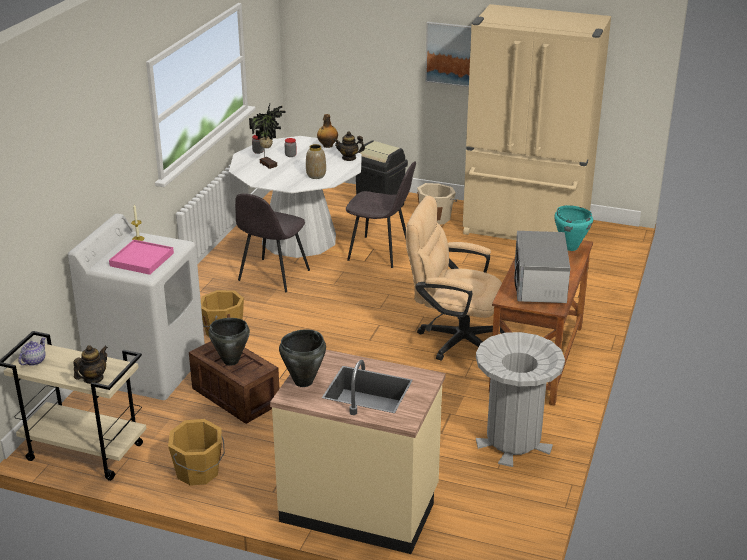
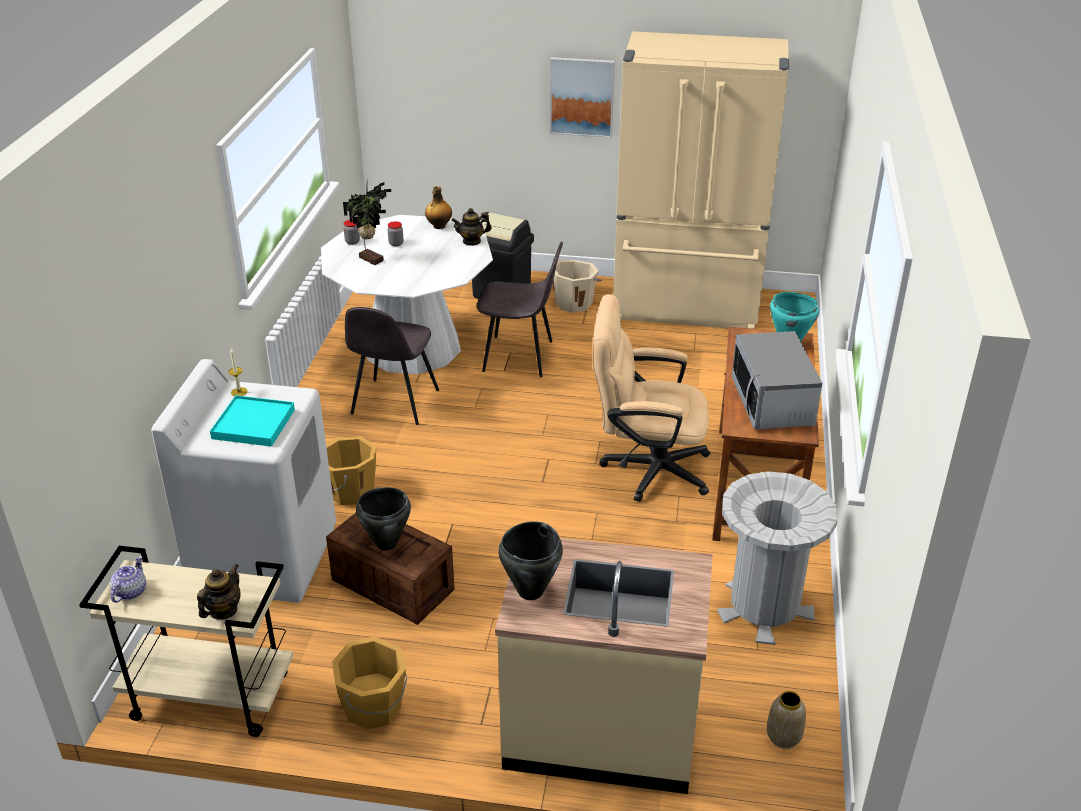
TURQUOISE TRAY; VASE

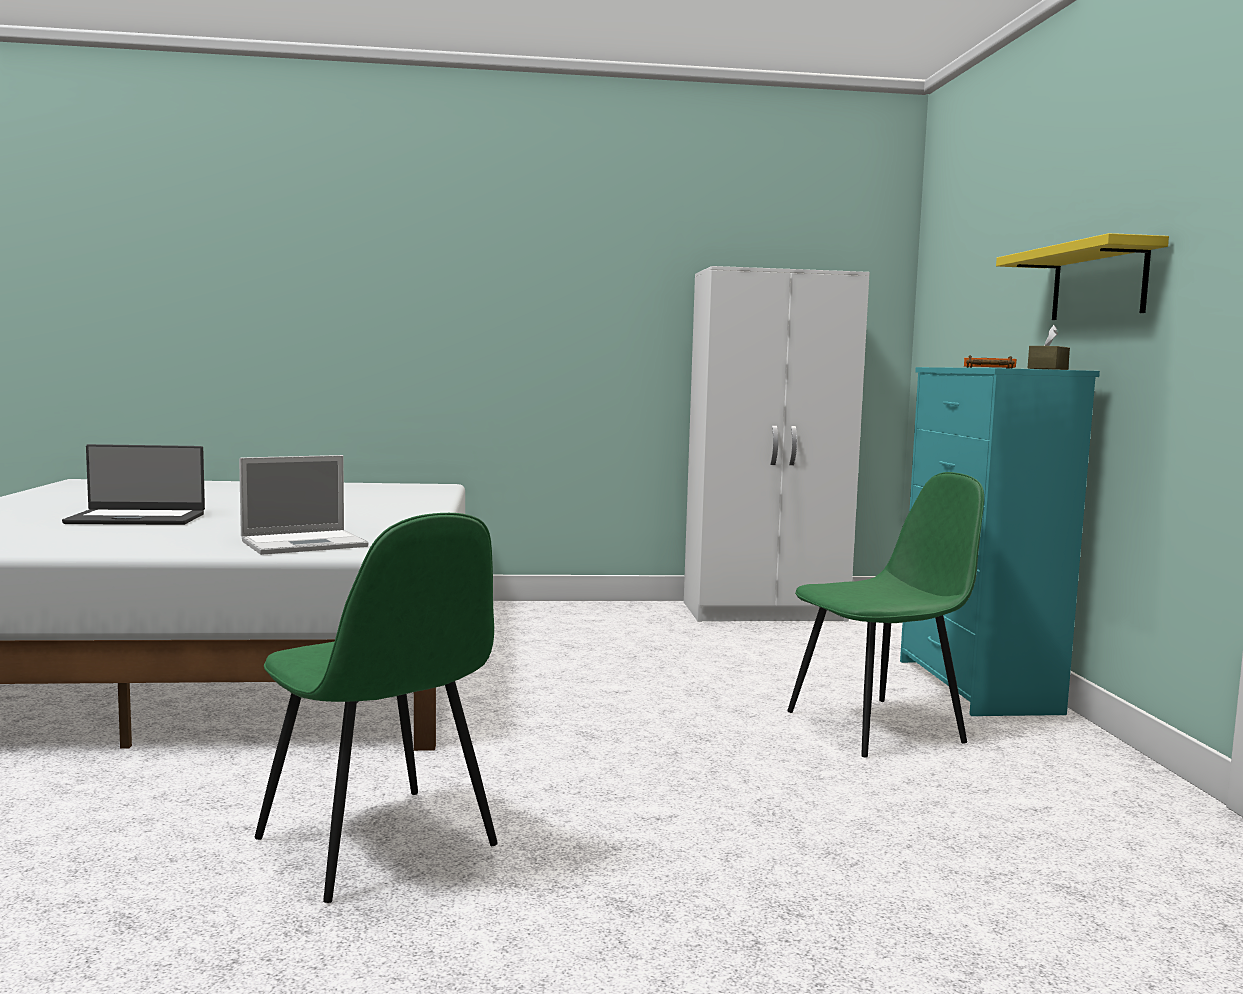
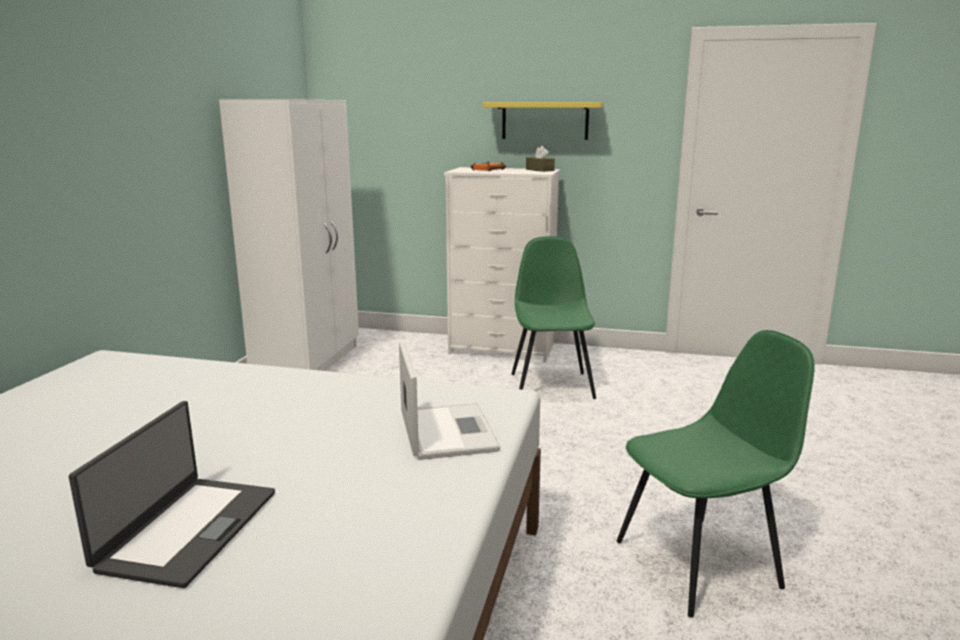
WHITE DRESSER

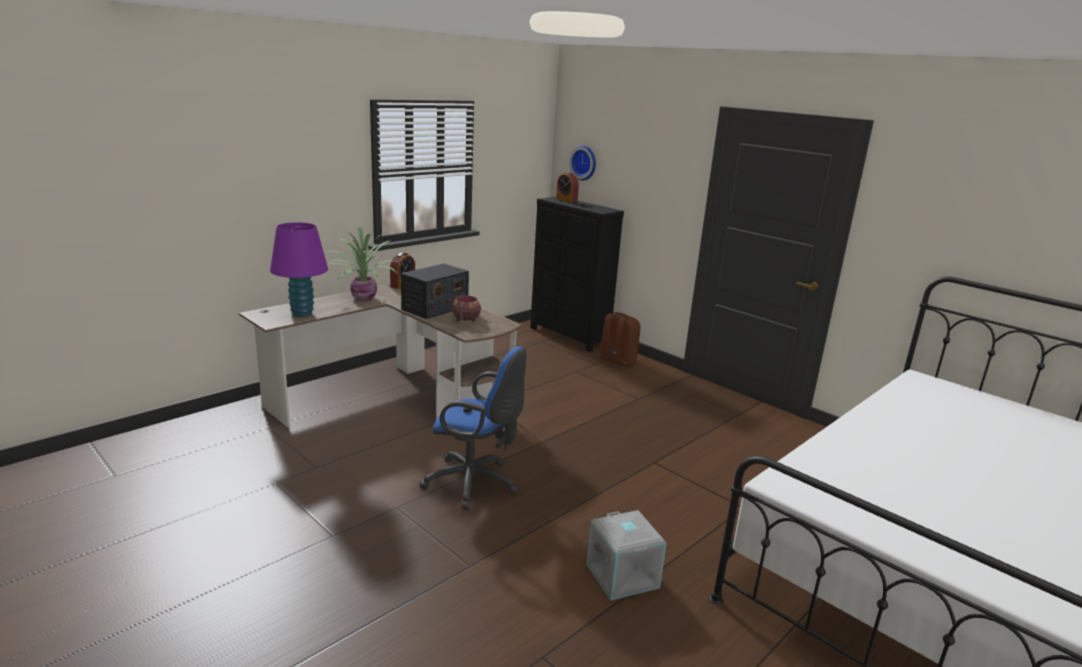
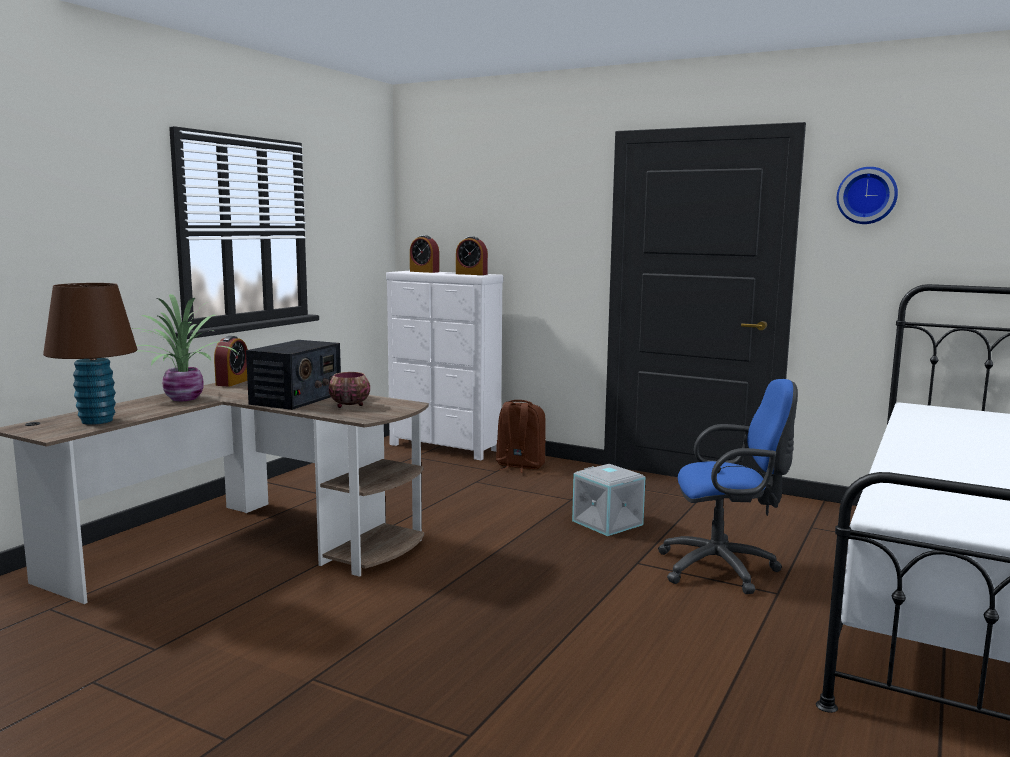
BROWN TABLE LAMP; WHITE DRESSER; ALARM CLOCK (no. 3 from left); GREY STORAGE BOX; BLUE OFFICE CHAIR; WALL CLOCK

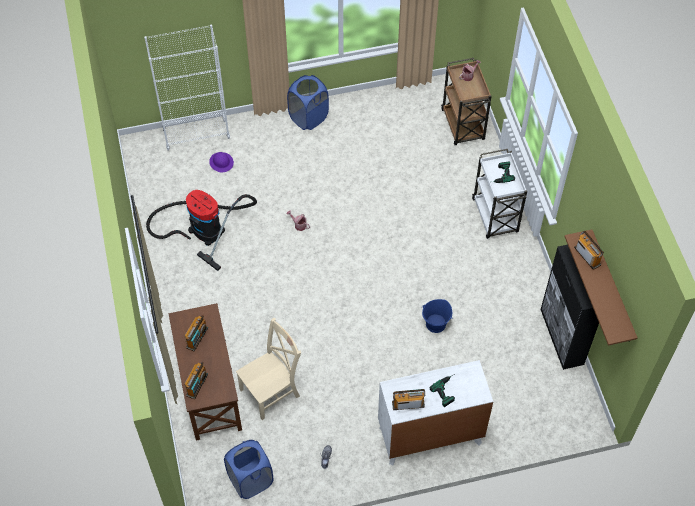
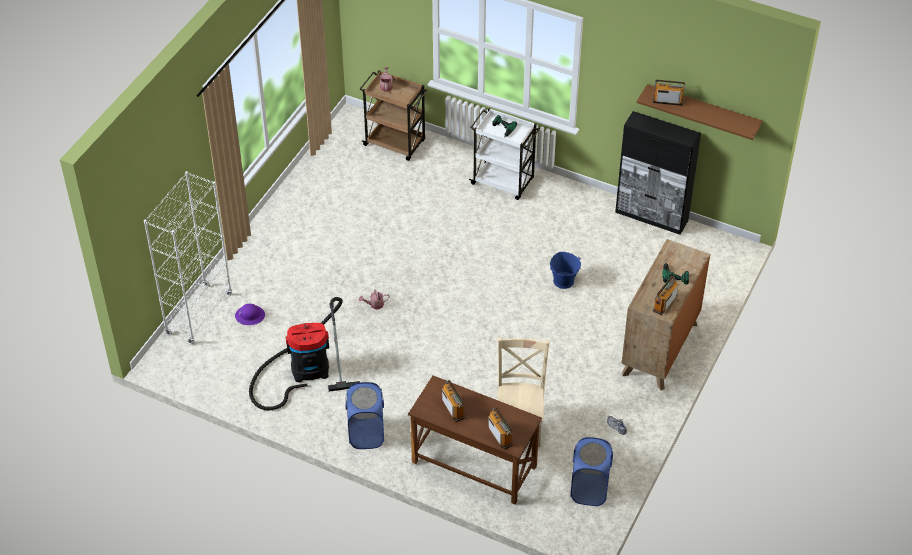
BLUE LAUNDRY BASKET (no. 1 from left); BROWN DRESSER

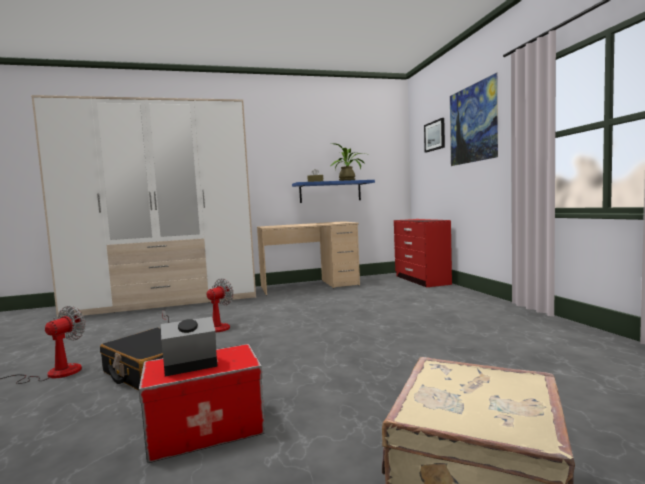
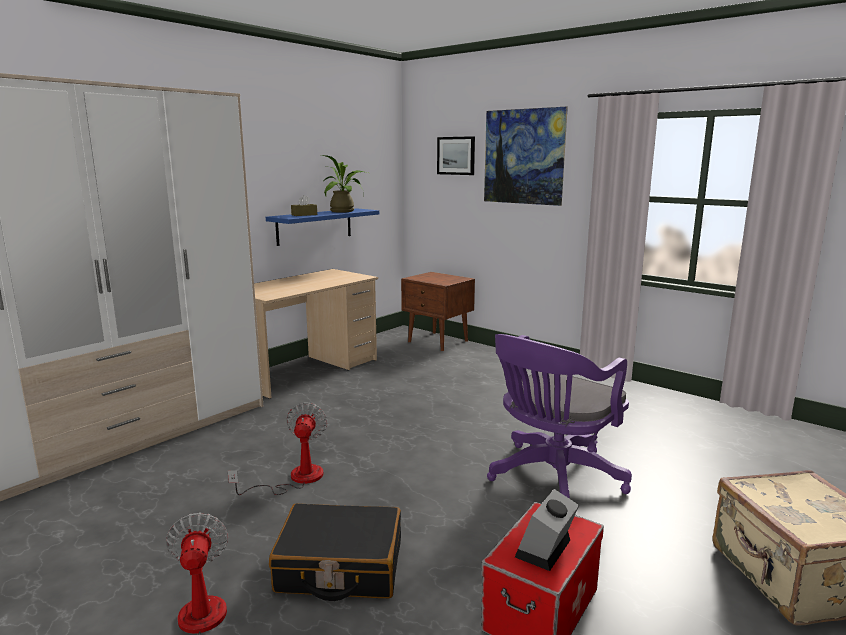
BROWN NIGHTSTAND; PURPLE OFFICE CHAIR

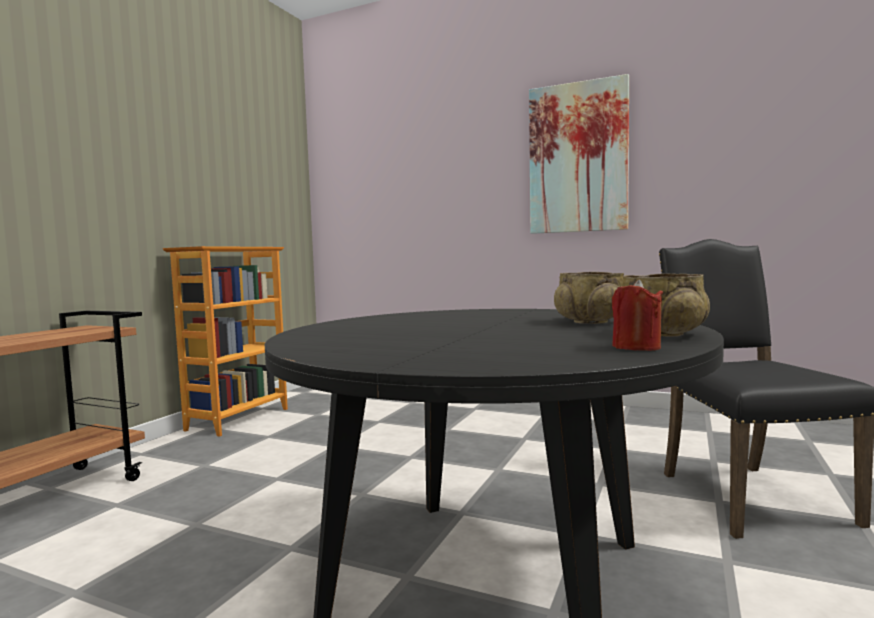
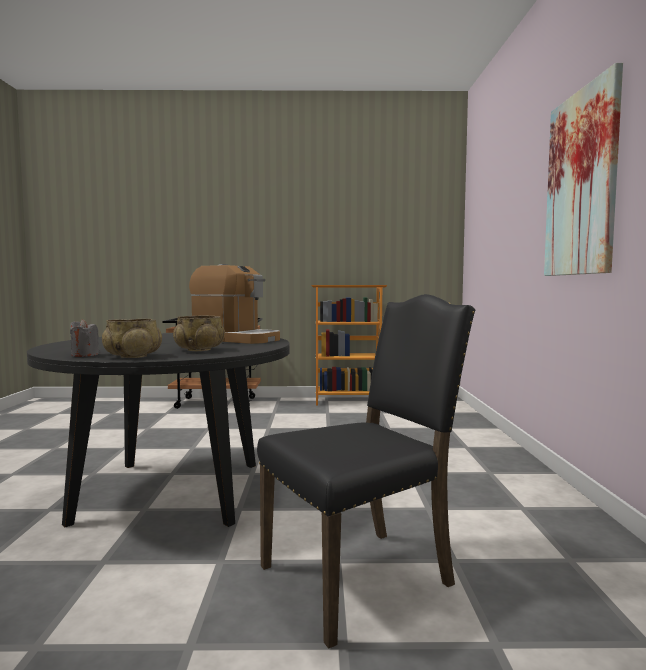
GREY CANDLE; COFFEE MACHINE

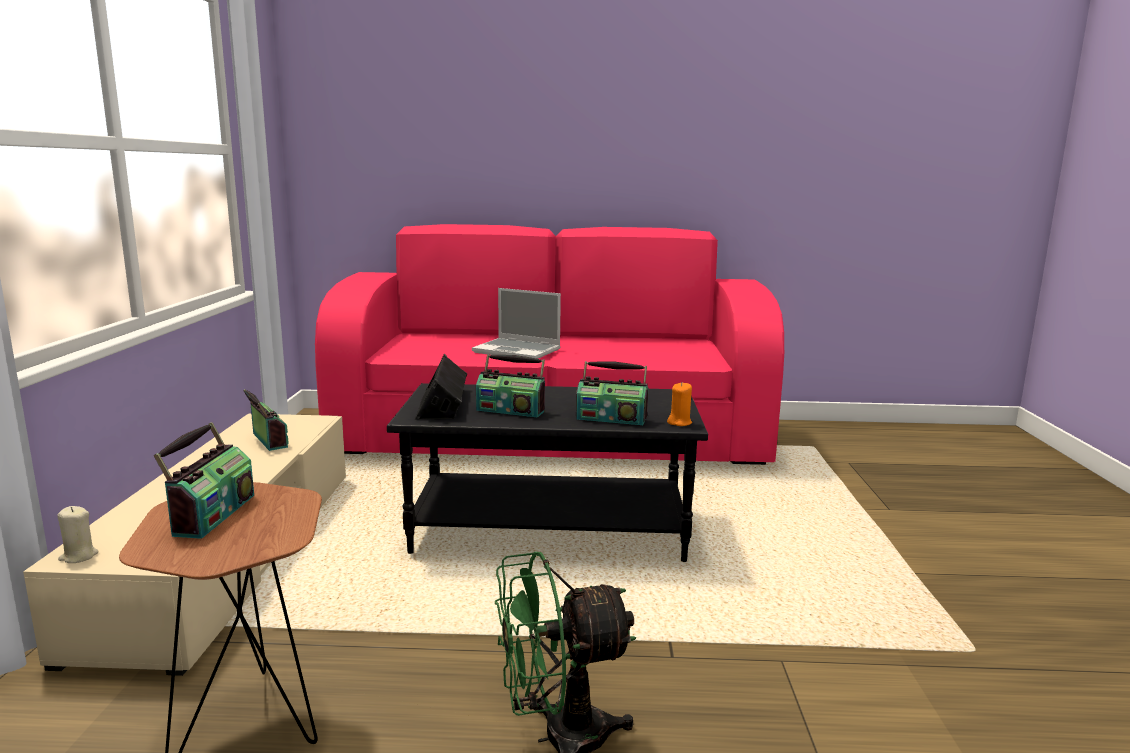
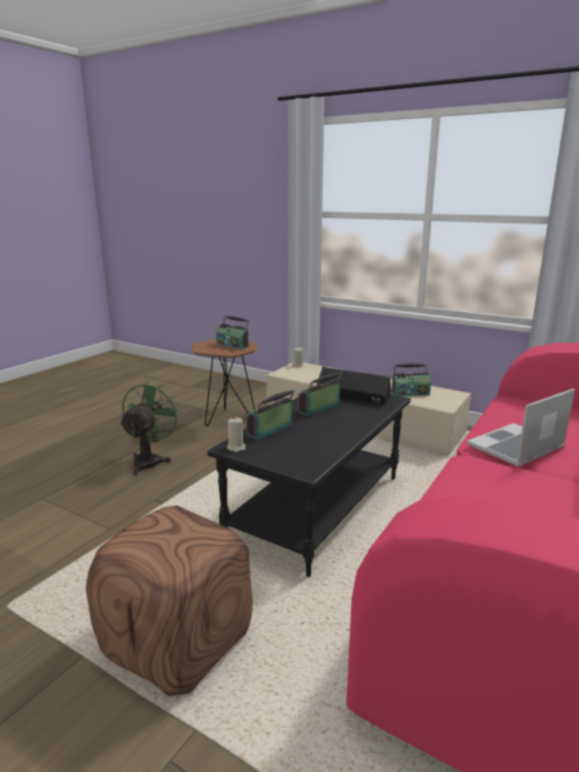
BROWN OTTOMAN; BEIGE CANDLE (no. 1 from left)

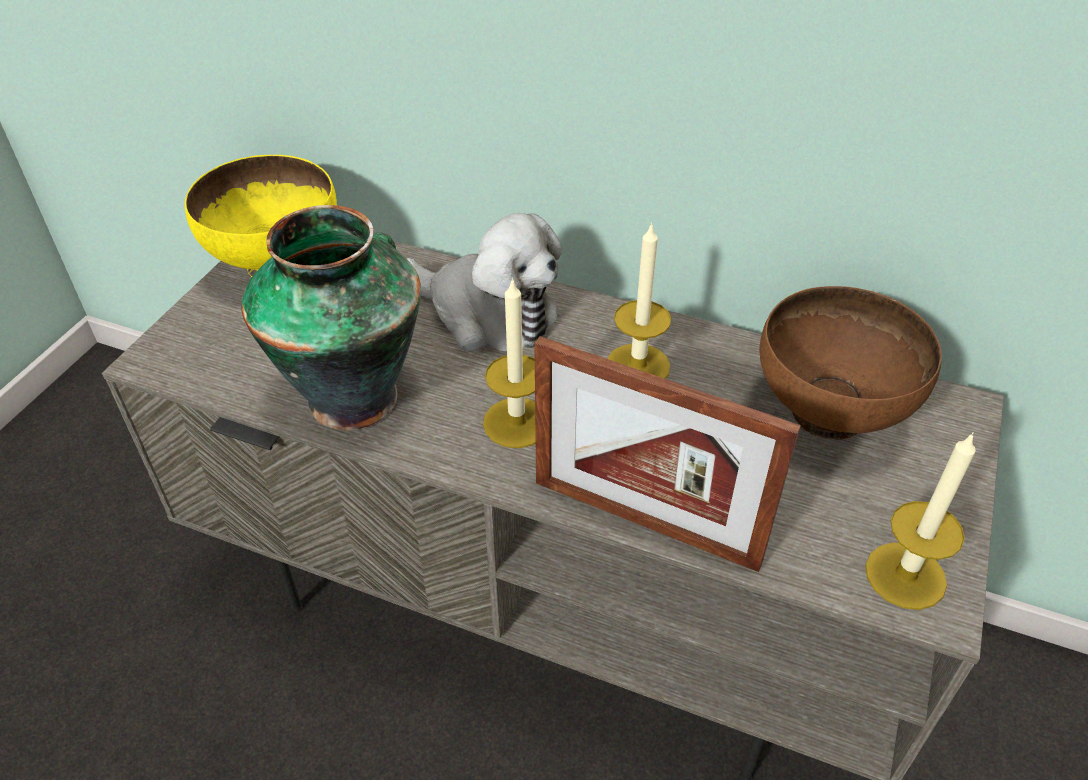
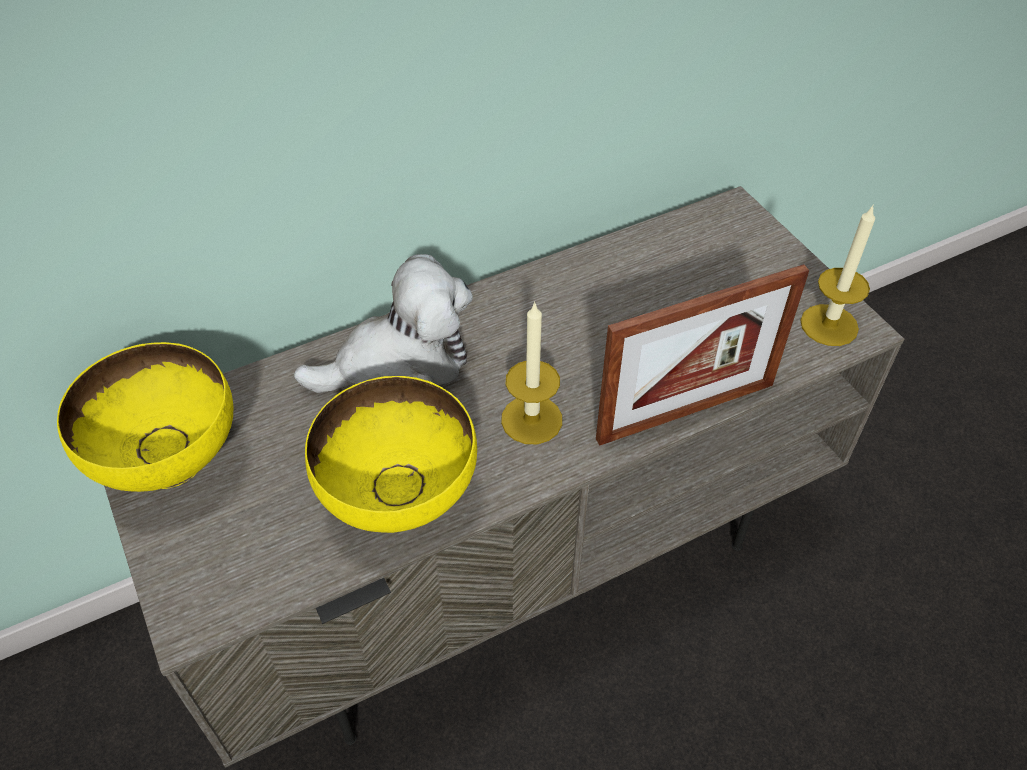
YELLOW BOWL (no. 2 from left); CANDLE (no. 2 from left in the first image); BROWN BOWL

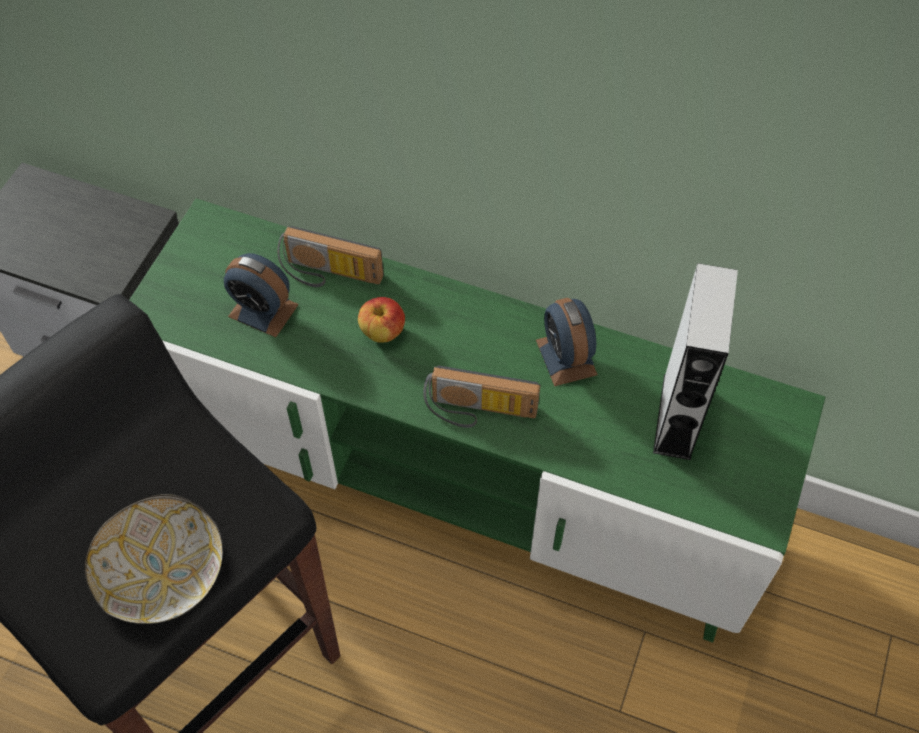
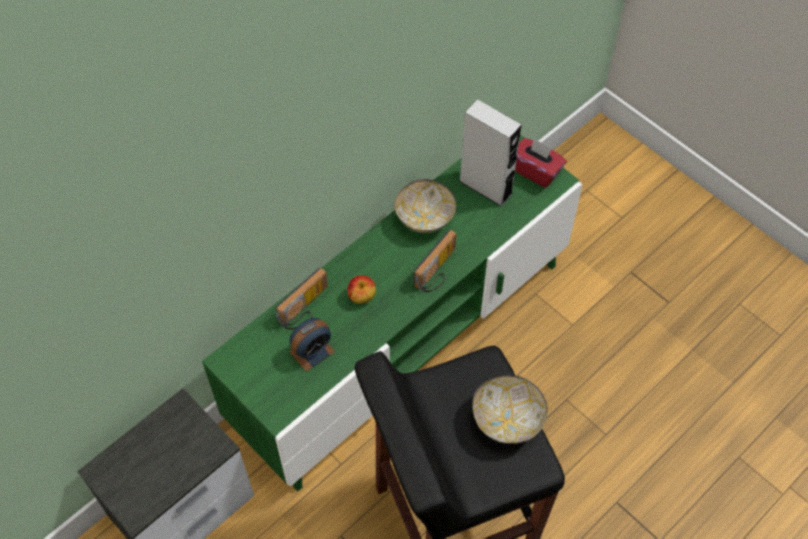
BOWL (no. 1 from left); RED TISSUE BOX

